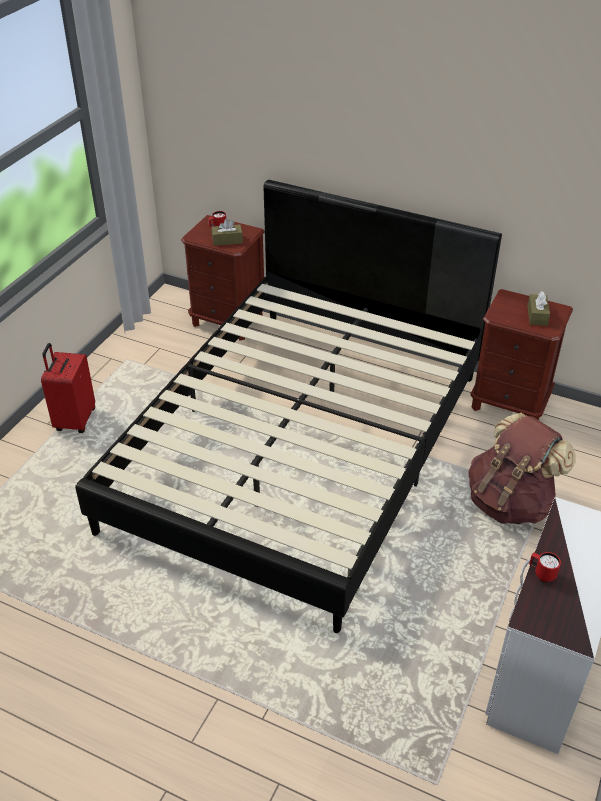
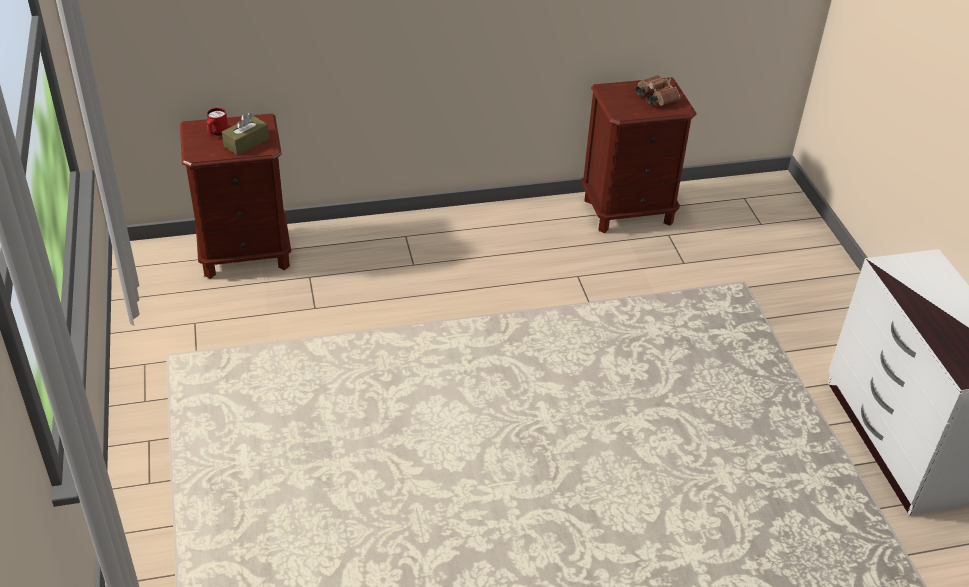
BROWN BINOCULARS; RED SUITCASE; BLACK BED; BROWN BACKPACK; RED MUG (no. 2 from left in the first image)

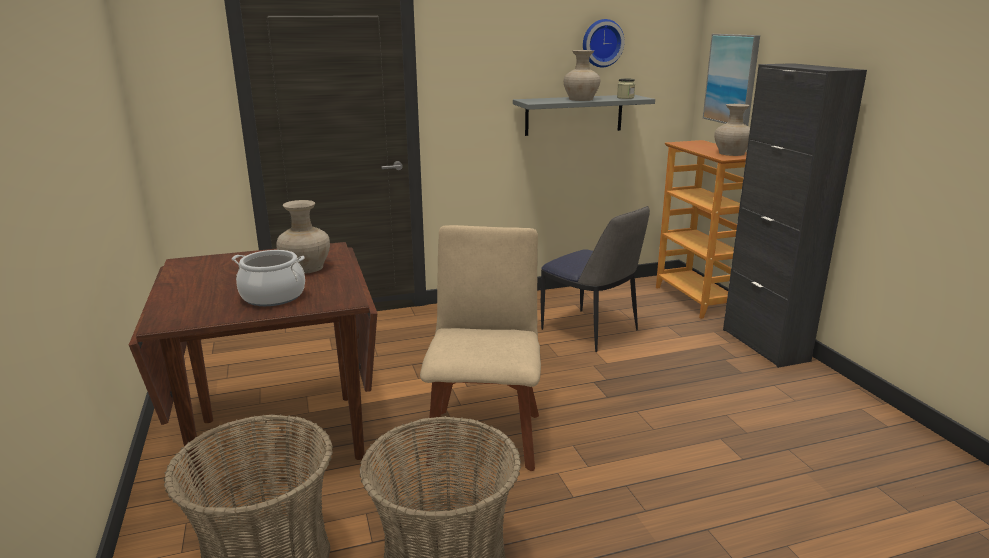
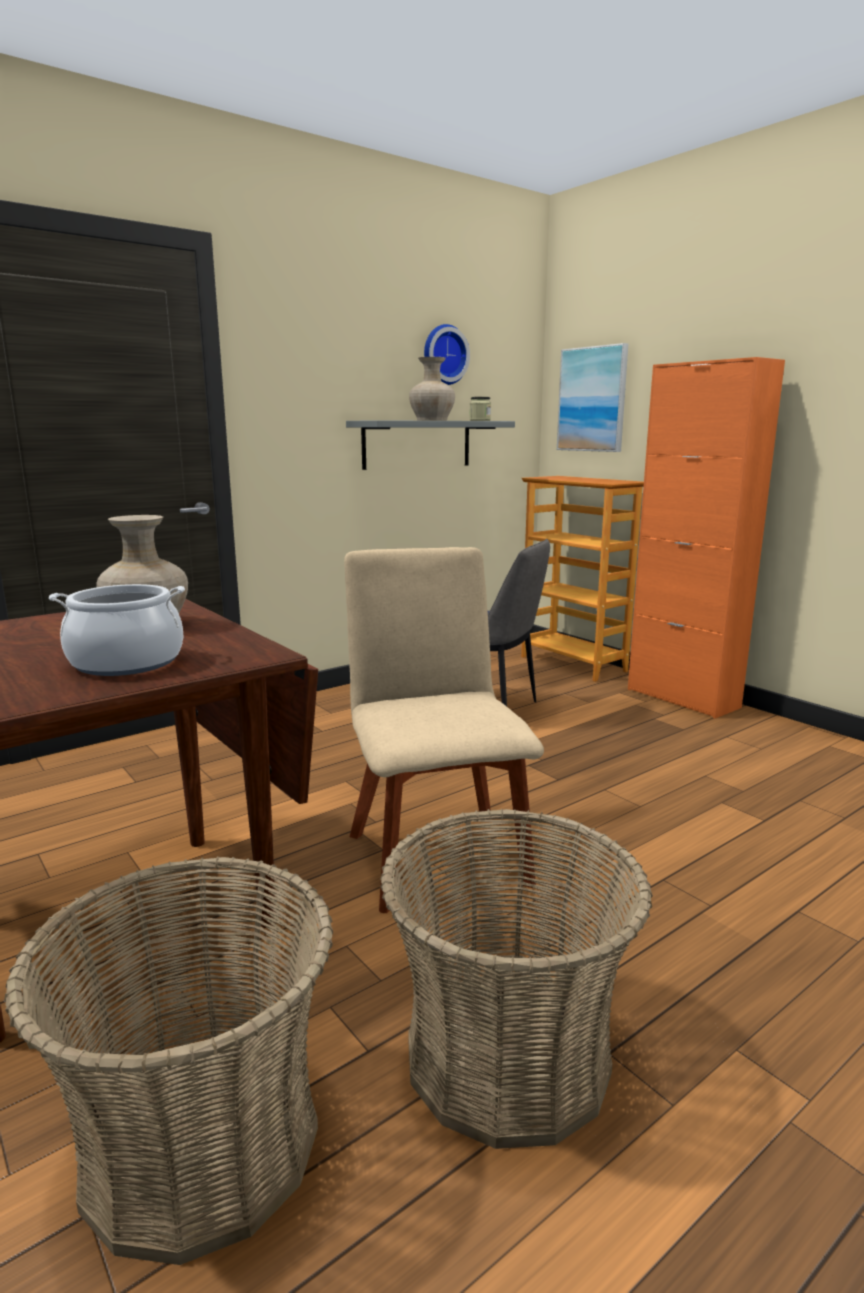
ORANGE CABINET; BEIGE VASE (no. 3 from left in the first image)

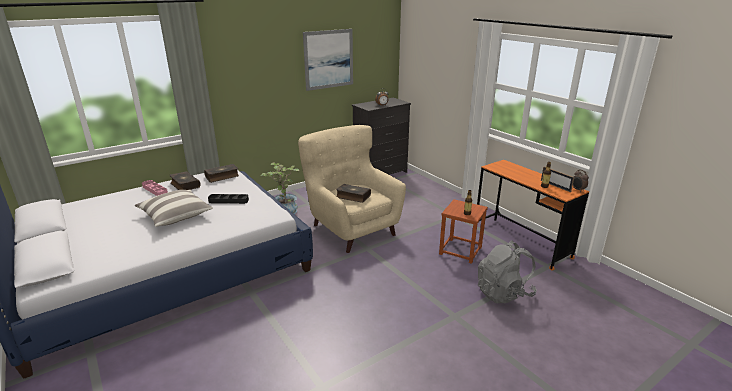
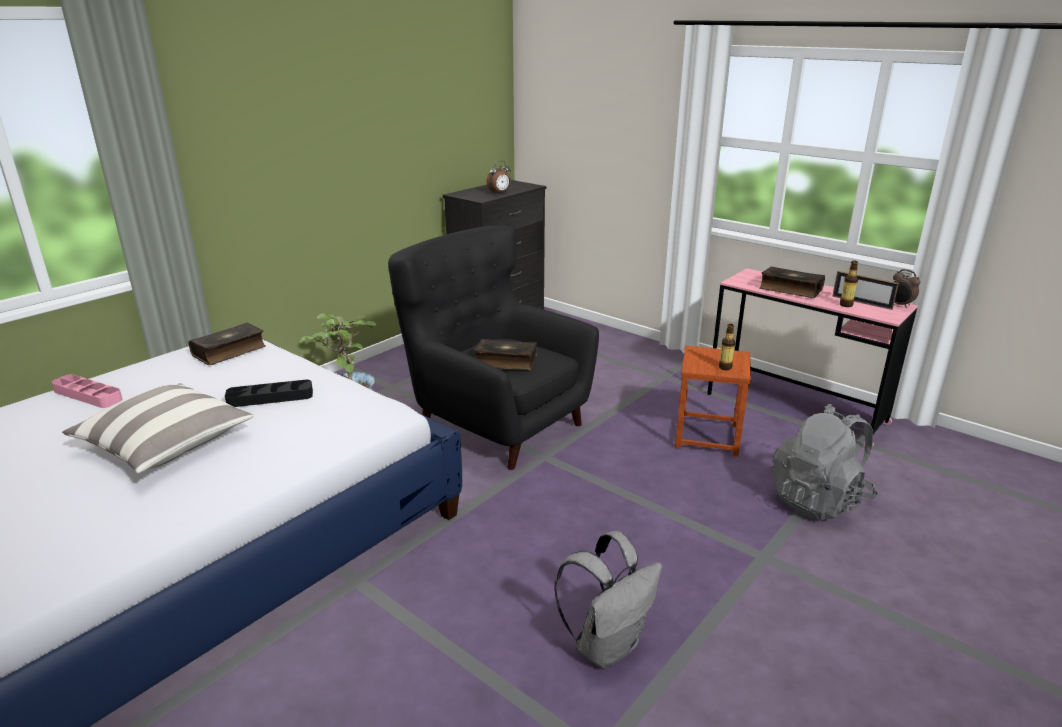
BLACK ARMCHAIR; GREY BACKPACK (no. 1 from left); PINK DESK; BOOK (no. 3 from left); PICTURE

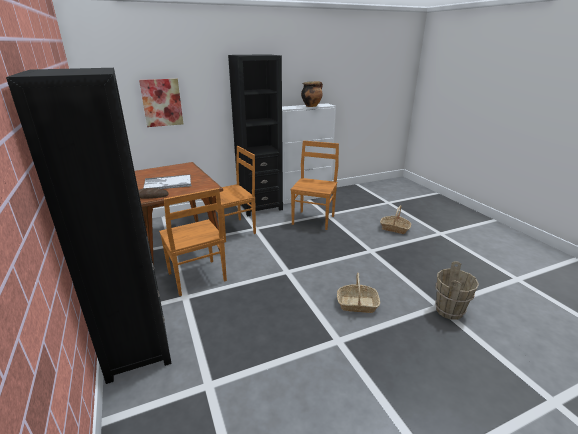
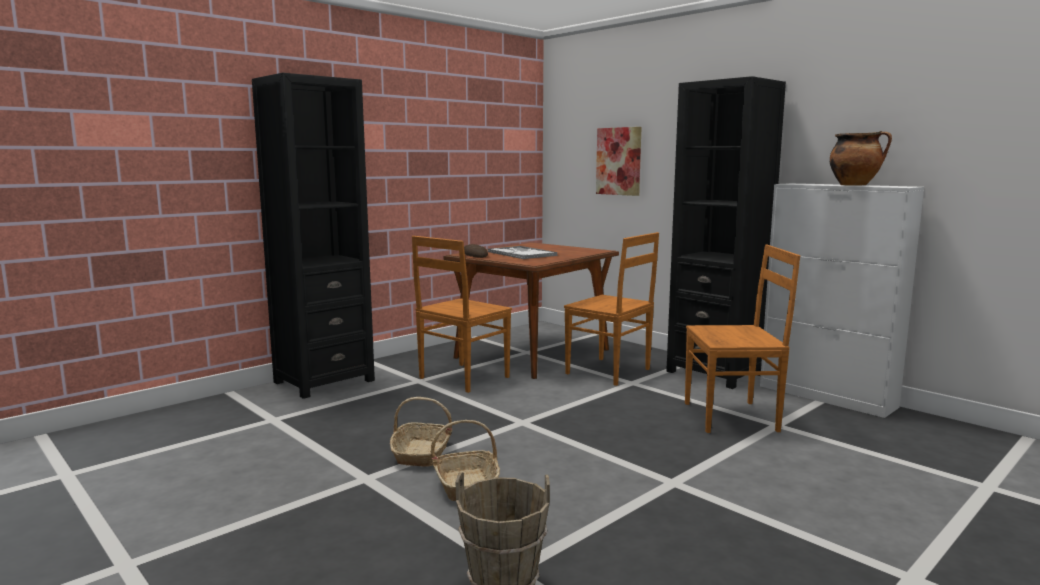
BASKET (no. 1 from left)

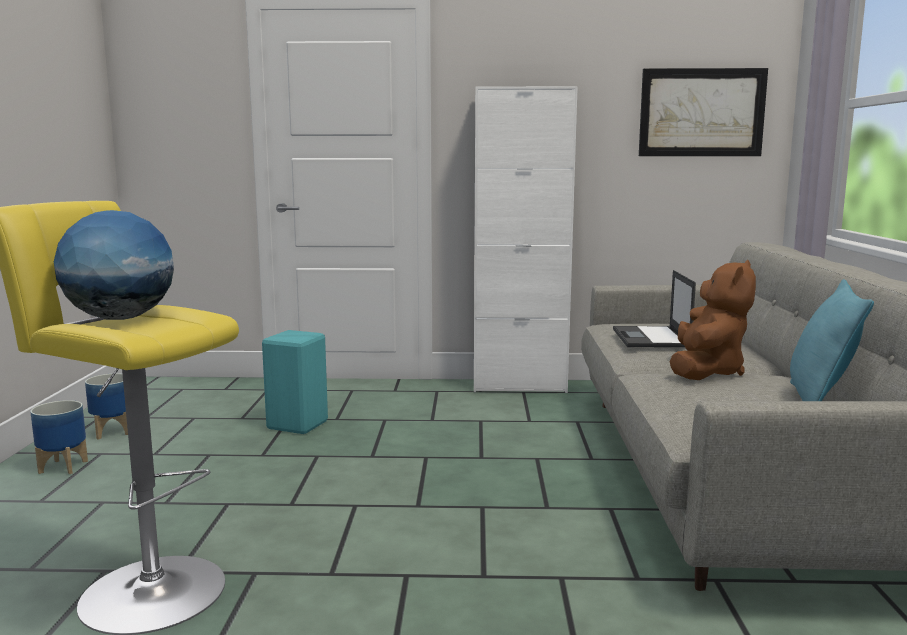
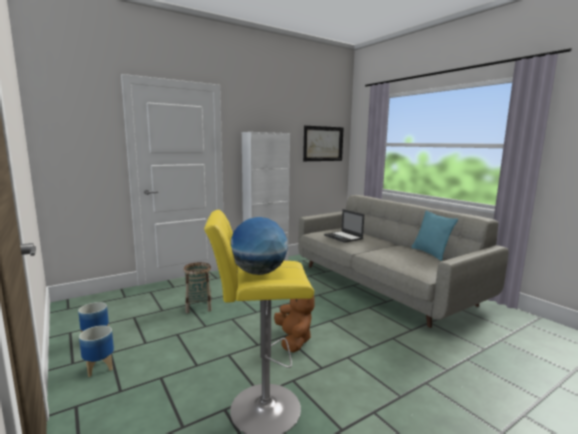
BASKET; BROWN PLUSH TOY

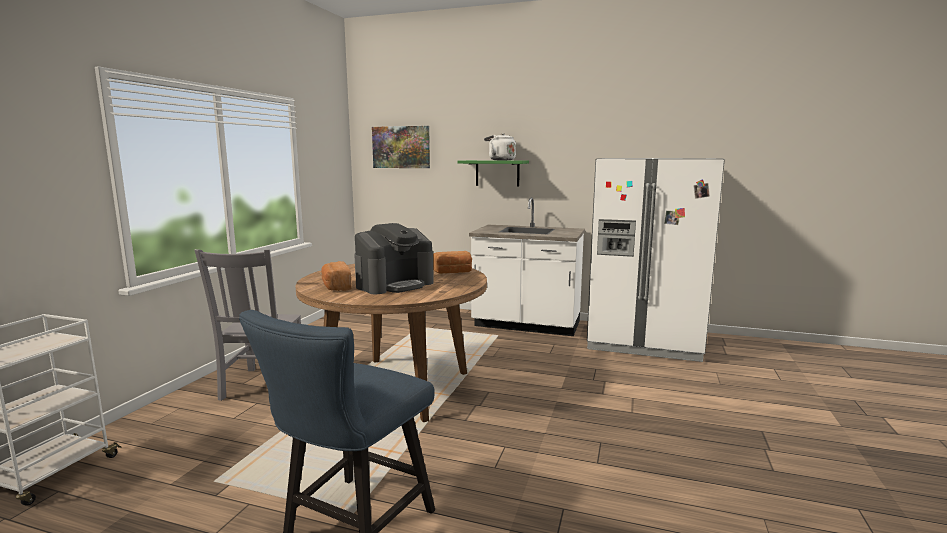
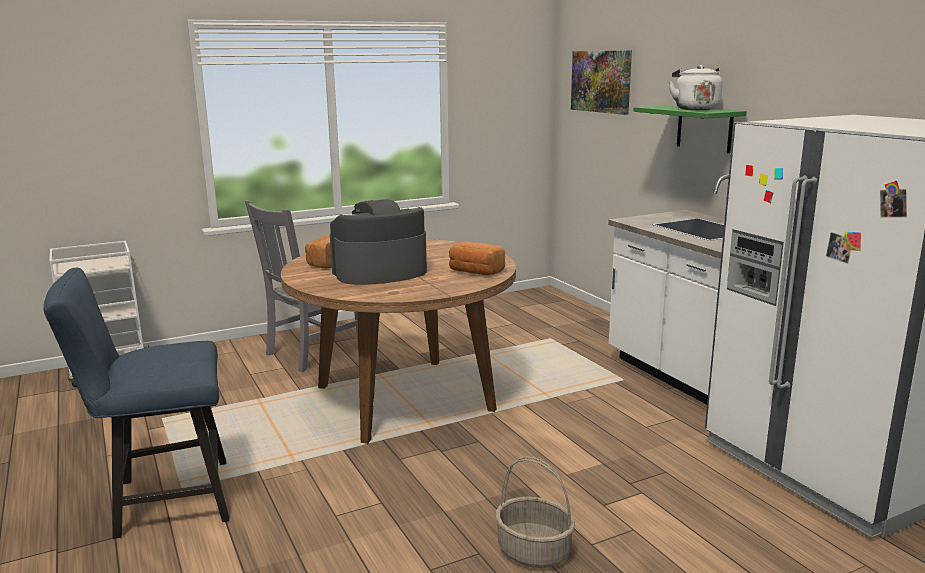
COFFEE MACHINE; BASKET

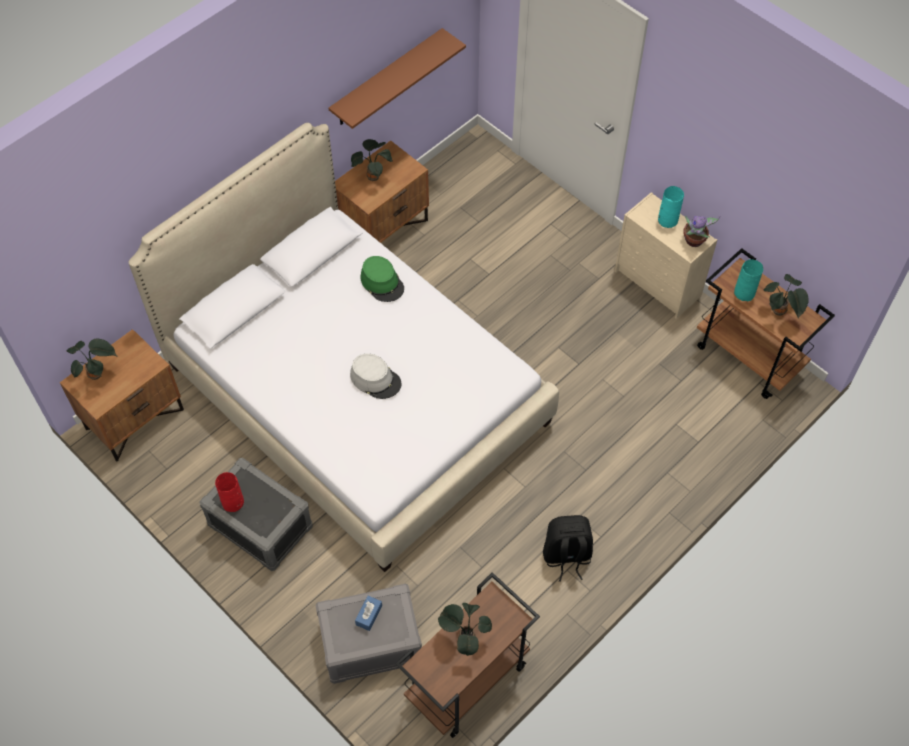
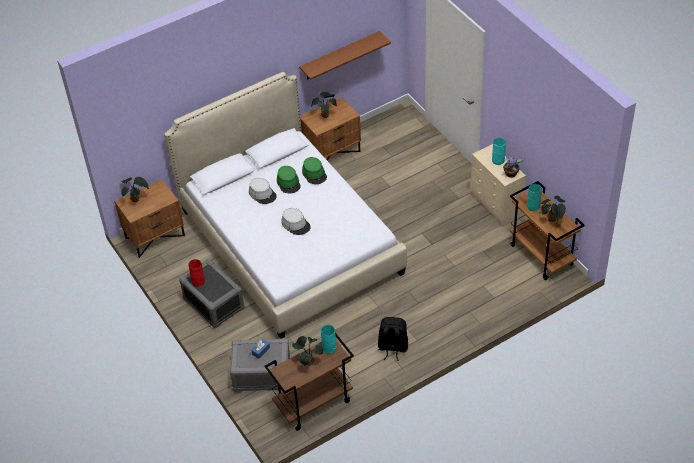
GREY HAT (no. 1 from left); GREEN HAT (no. 1 from left); TURQUOISE VASE (no. 1 from left)

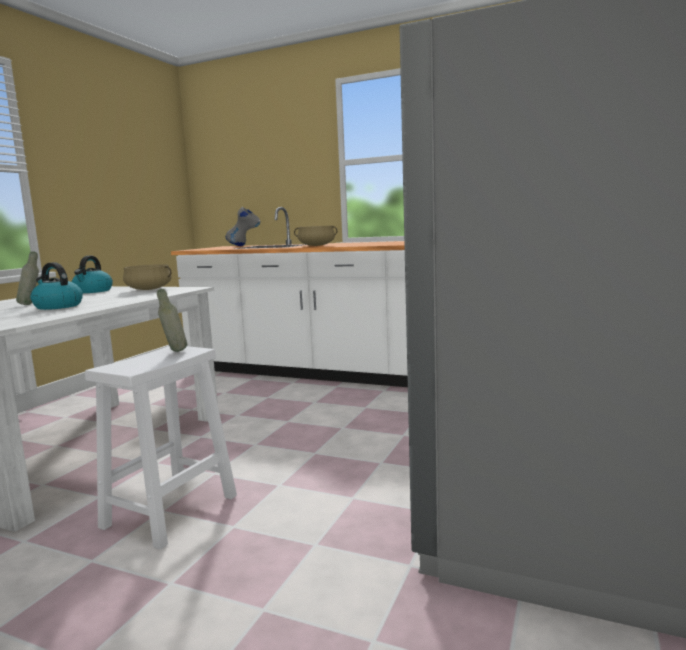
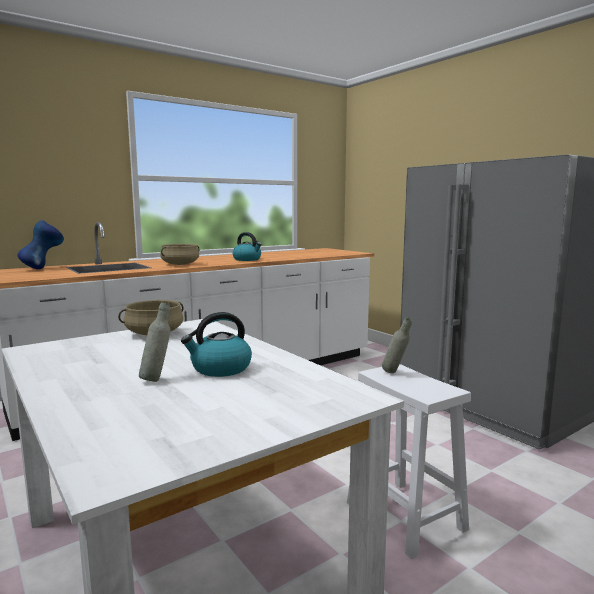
BLUE VASE; KETTLE (no. 2 from left)

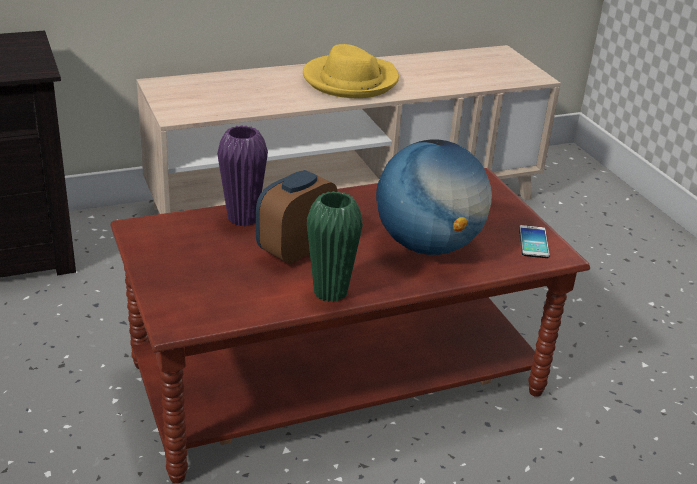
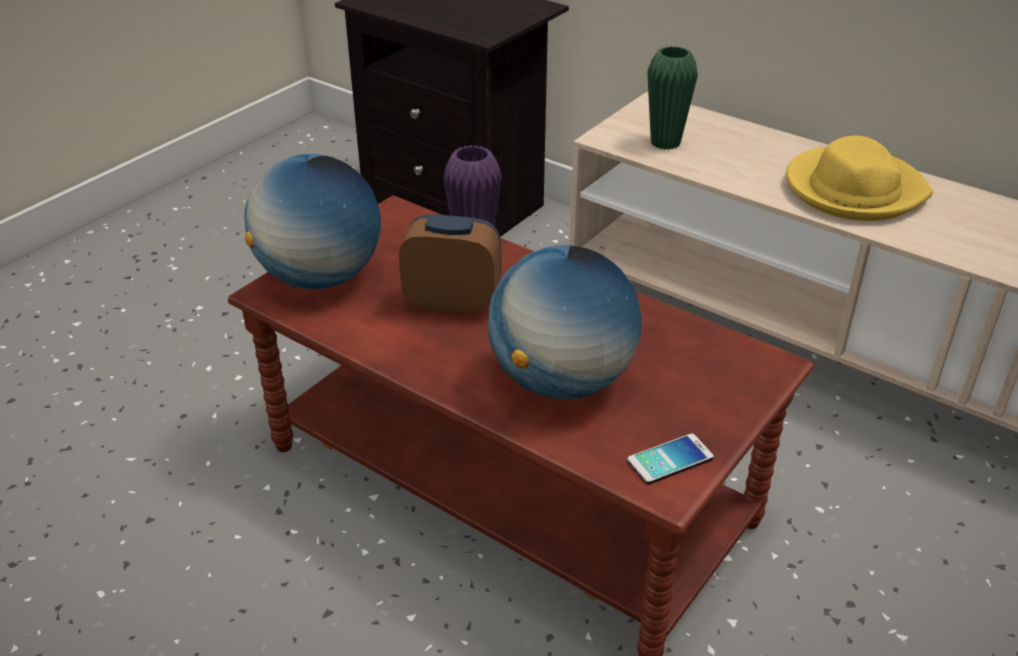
GLOBE (no. 1 from left); GREEN VASE

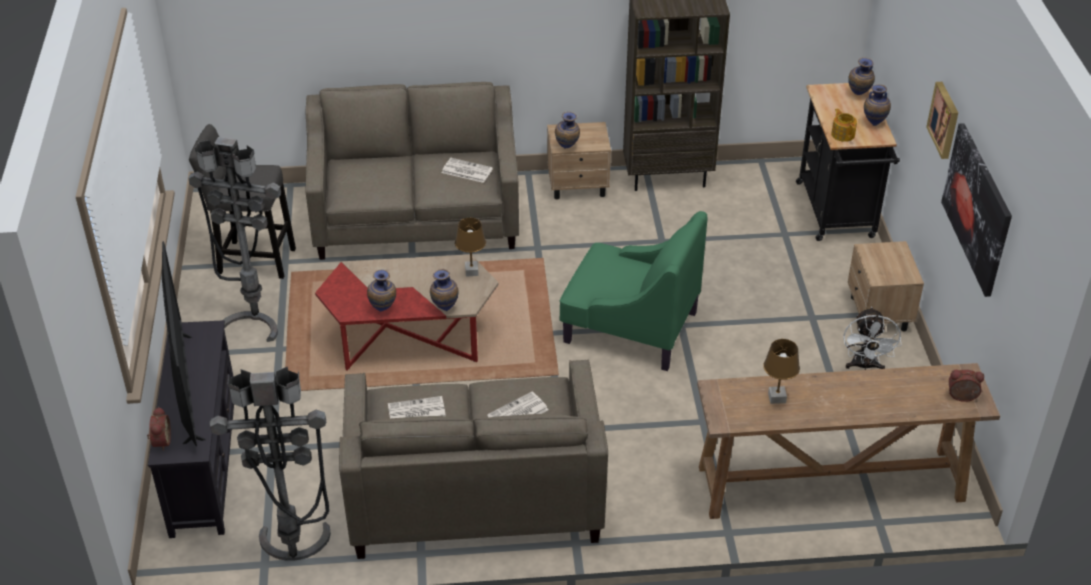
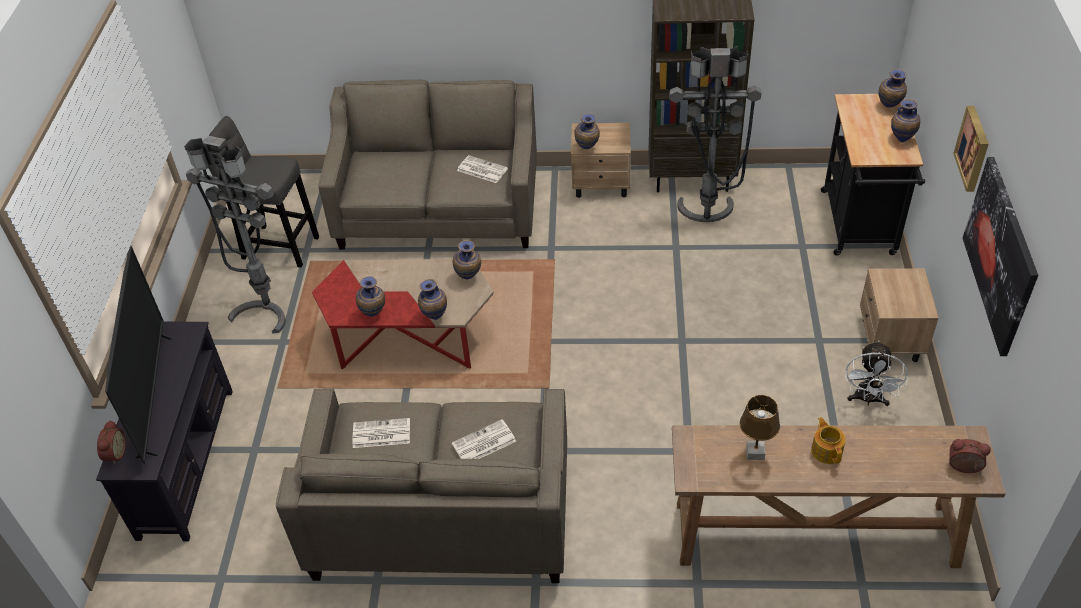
VASE (no. 3 from left); GREY FLOOR LAMP (no. 2 from left); TEAPOT; GREEN ARMCHAIR

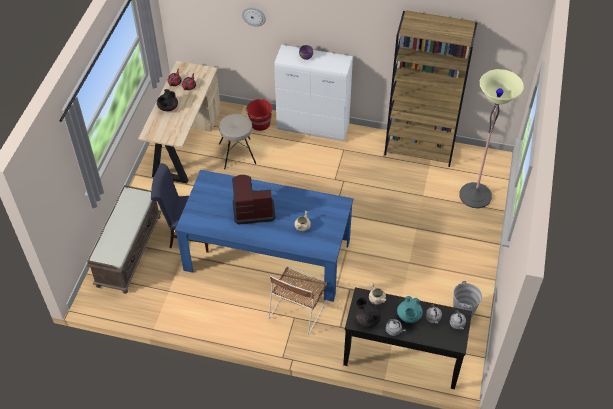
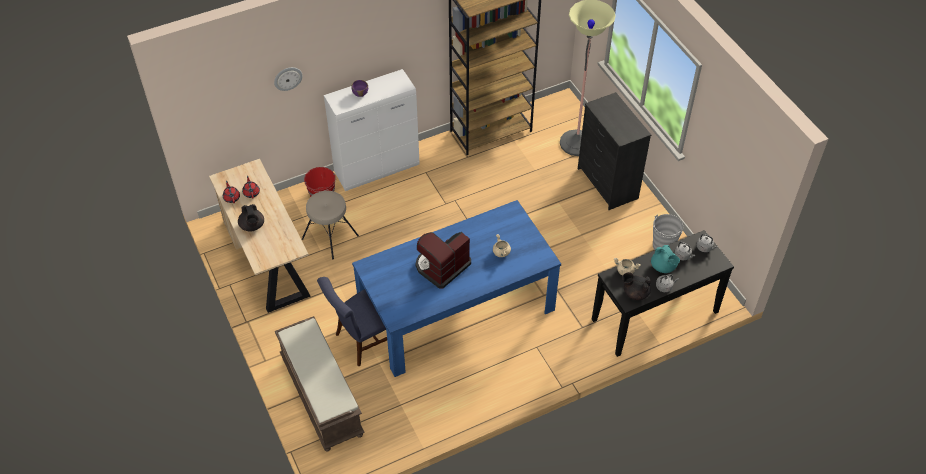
BLACK DRESSER; BROWN CHAIR

